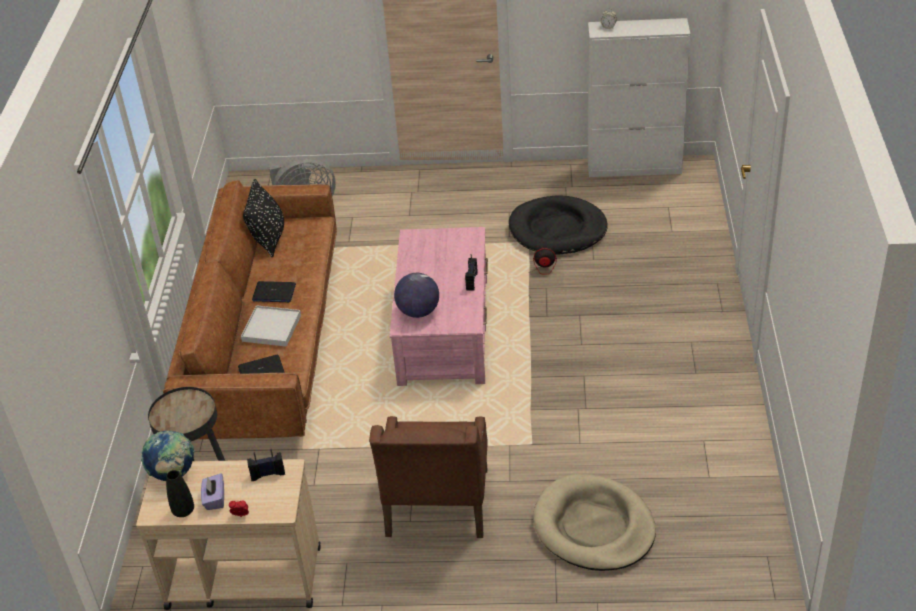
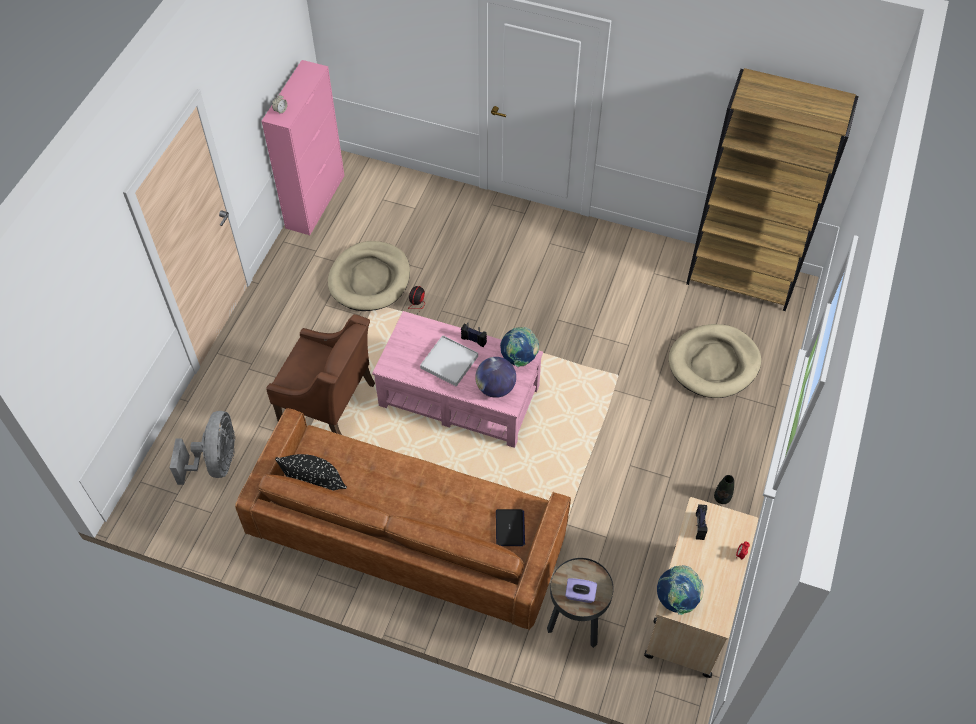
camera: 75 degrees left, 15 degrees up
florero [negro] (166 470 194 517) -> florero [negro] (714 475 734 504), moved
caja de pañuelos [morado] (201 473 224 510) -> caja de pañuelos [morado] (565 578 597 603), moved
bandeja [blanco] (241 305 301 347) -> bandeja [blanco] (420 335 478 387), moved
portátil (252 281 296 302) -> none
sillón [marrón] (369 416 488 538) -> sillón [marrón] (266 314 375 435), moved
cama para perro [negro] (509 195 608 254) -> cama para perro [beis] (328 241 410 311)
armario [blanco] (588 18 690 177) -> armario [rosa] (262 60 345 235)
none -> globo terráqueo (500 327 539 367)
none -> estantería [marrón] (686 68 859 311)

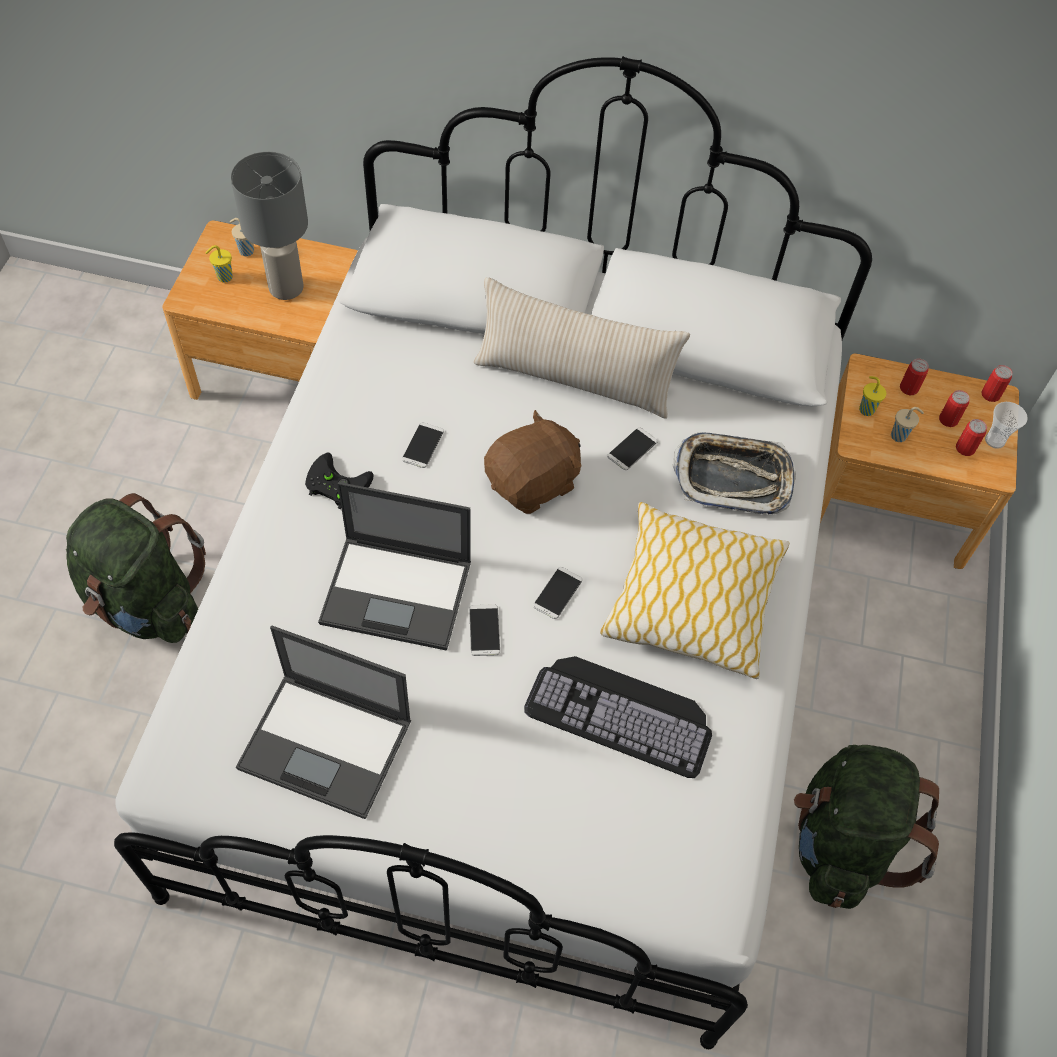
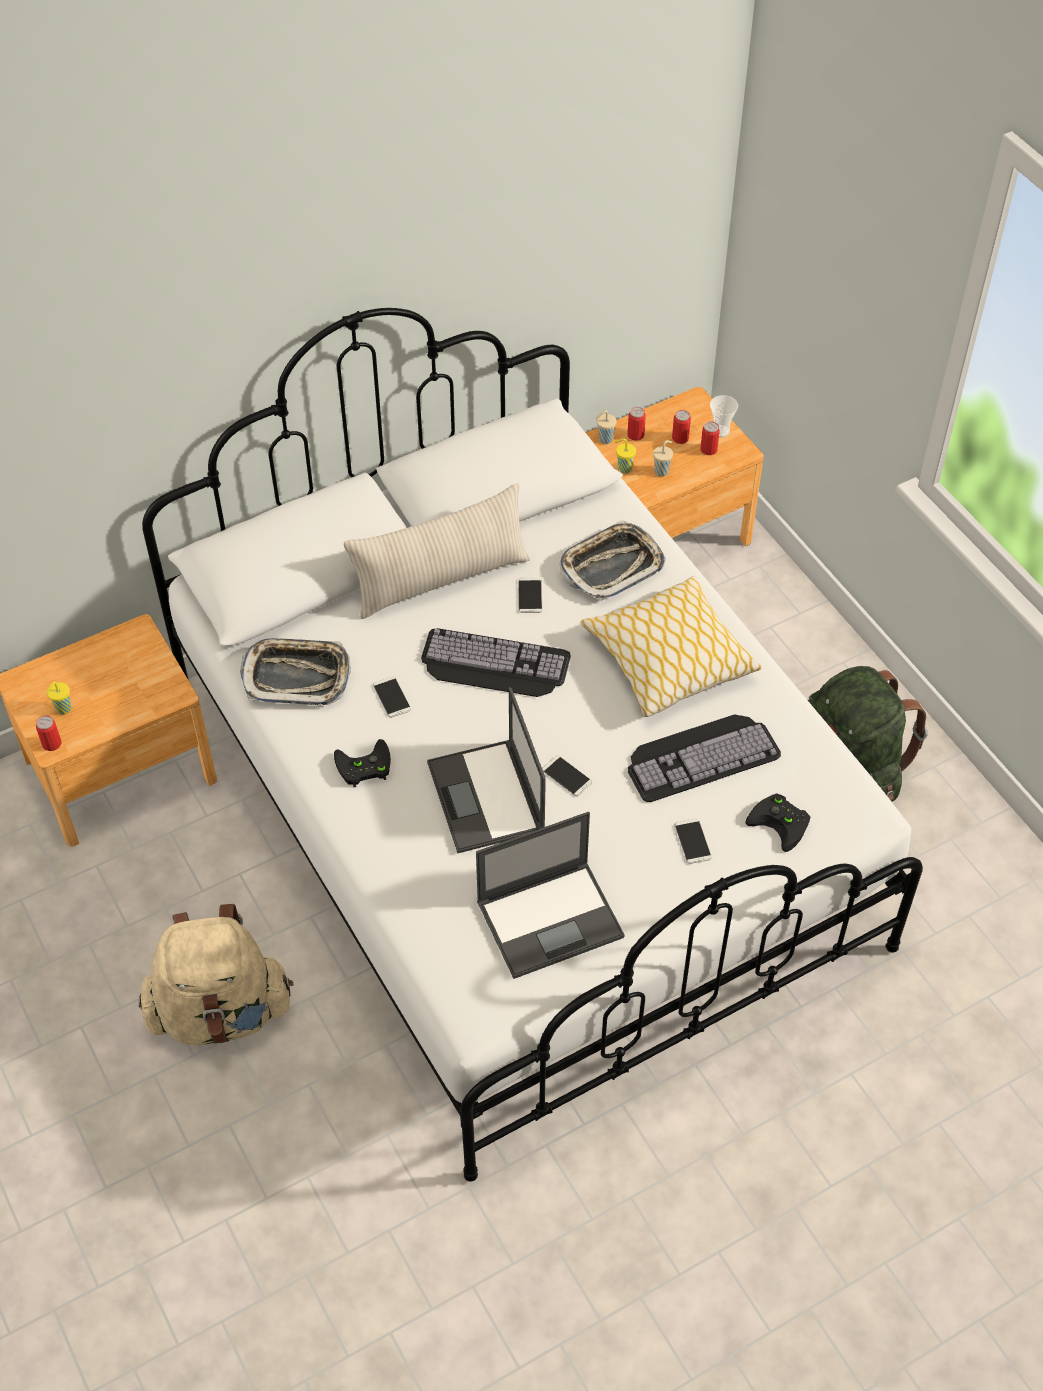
camera: 40 degrees left, 5 degrees down
mochila [verde] (66 493 206 643) -> mochila [beis] (138 904 293 1045)
taza [beis] (230 218 254 256) -> taza [beis] (596 410 617 444), moved
lámpara de mesa [gris] (231 152 308 300) -> none
portátil (318 482 471 650) -> portátil (427 687 546 853), 105 degrees clockwise
peluche [marrón] (484 410 582 514) -> teclado (421 628 571 697)
móvil (533 567 583 619) -> móvil (675 819 712 864), moved
lata (981 365 1013 402) -> lata (36 715 62 751), moved
none -> bandeja (240 638 351 705)
none -> mando de consola [negro] (745 794 811 852)

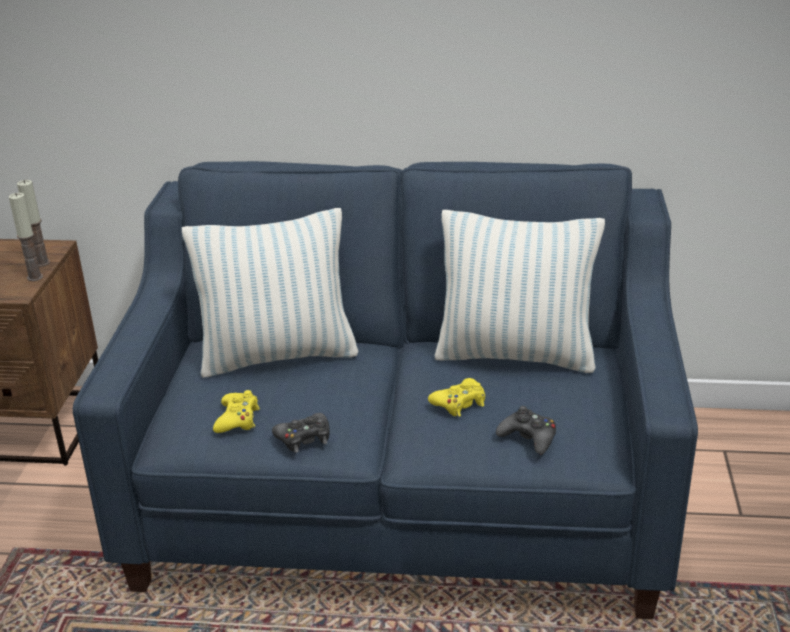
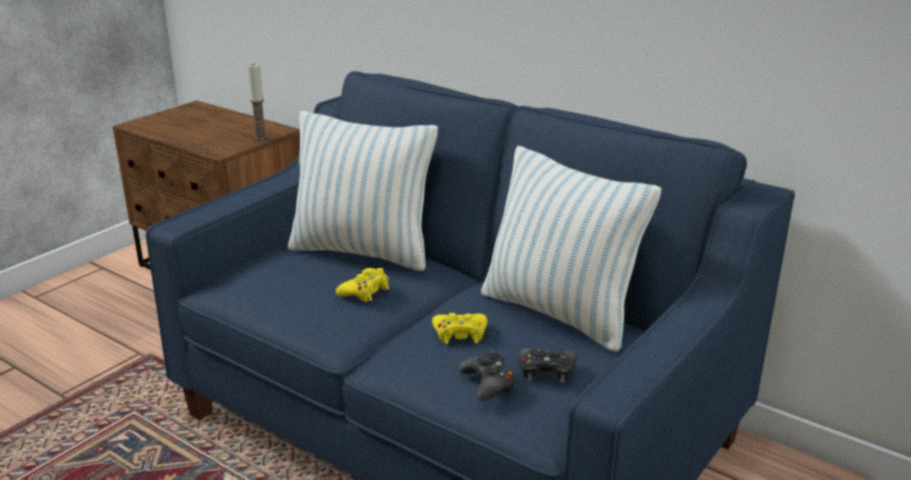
camera: 30 degrees right, 5 degrees down
vela (9 193 43 281) -> none
mando de consola [amarillo] (213 390 260 433) -> mando de consola [amarillo] (336 268 389 302), moved
mando de consola [negro] (272 413 329 453) -> mando de consola [negro] (517 348 577 383), moved

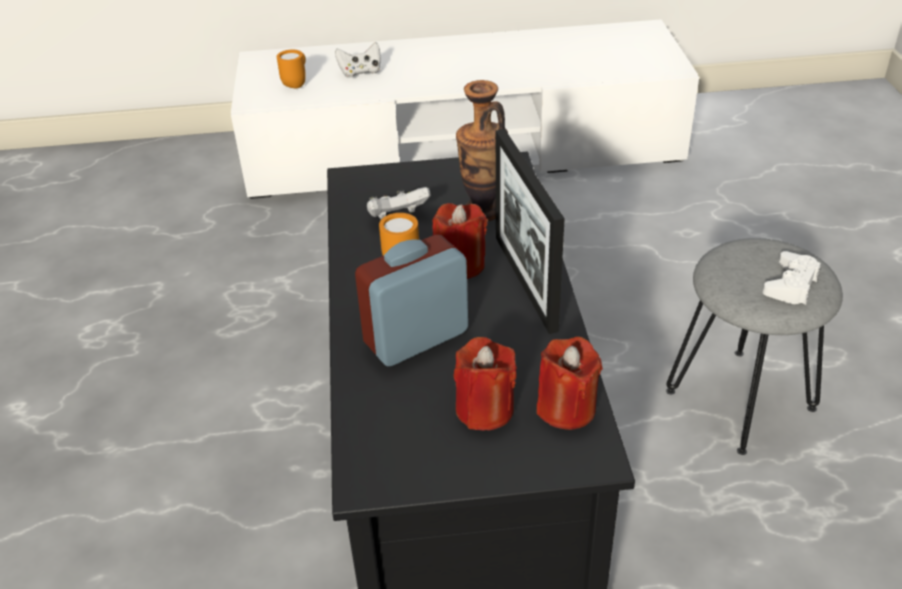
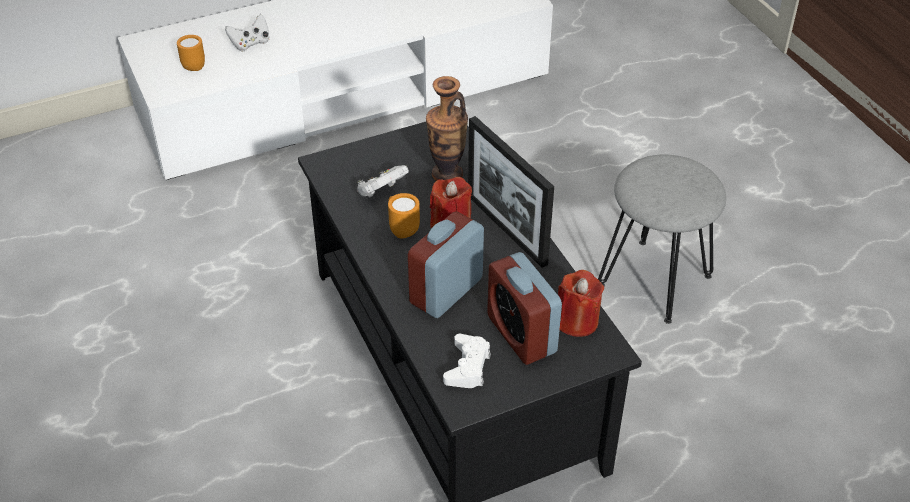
camera: 20 degrees left, 5 degrees up
vela [rojo] (454 337 517 431) -> despertador (487 252 562 365)
mando de consola [blanco] (762 251 821 305) -> mando de consola [blanco] (443 334 491 388), moved

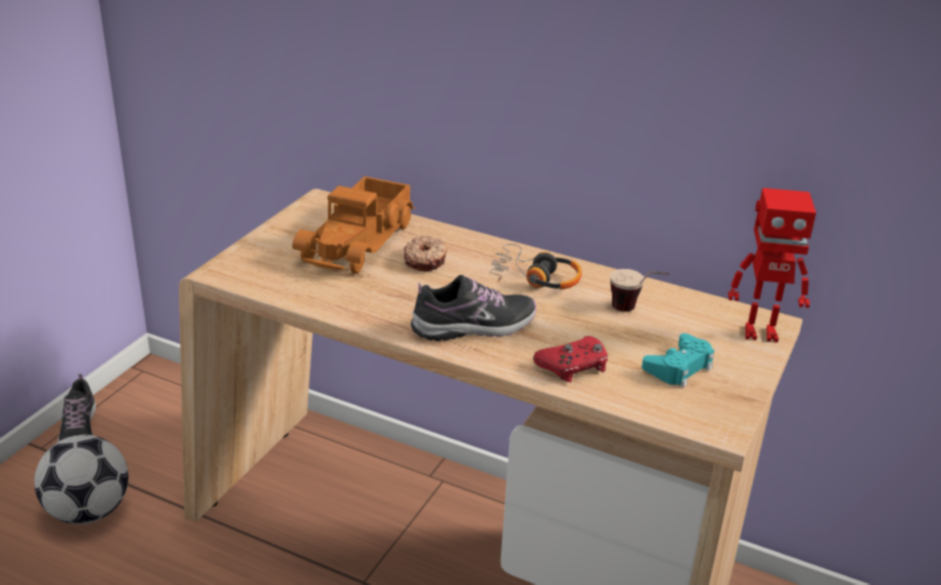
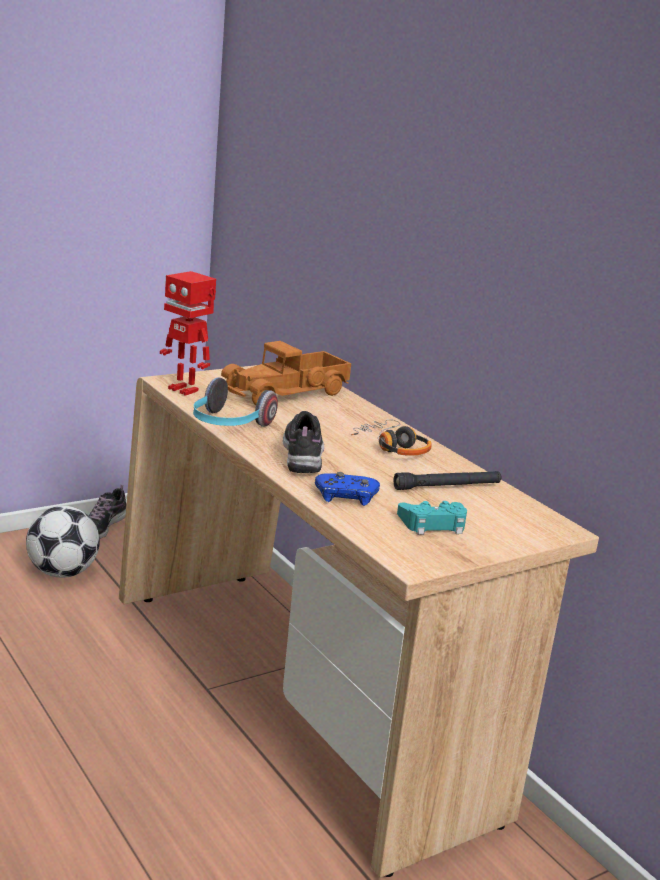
camera: 30 degrees right, 10 degrees down
rosquilla (404 236 447 271) -> none
zapato (411 275 536 341) -> zapato (283 411 324 473), 105 degrees counterclockwise
mando de consola [rojo] (533 336 608 382) -> mando de consola [azul] (315 472 380 506)
taza (610 269 670 312) -> linterna [negro] (394 471 501 490)
robot de juguete (728 188 816 342) -> robot de juguete (160 271 216 396), moved
none -> auriculares (193 377 278 427)

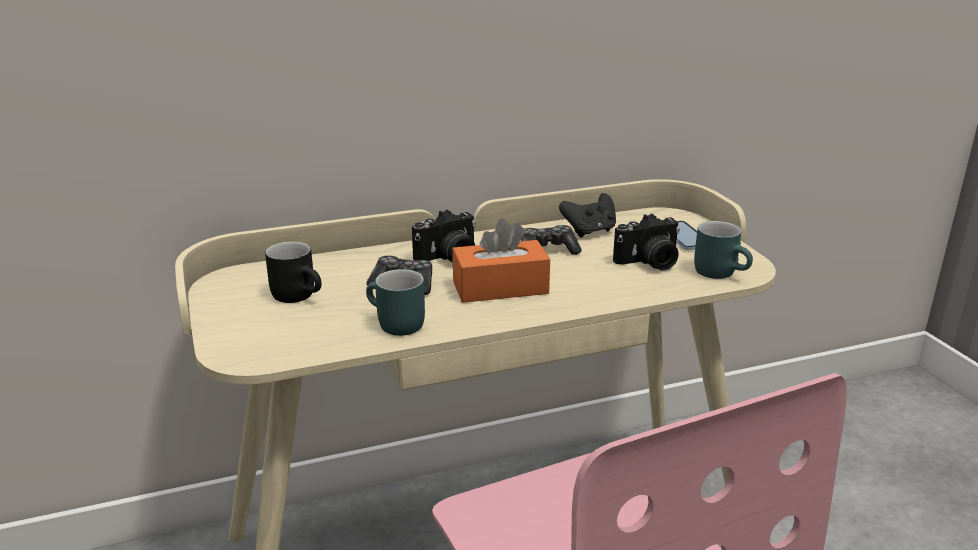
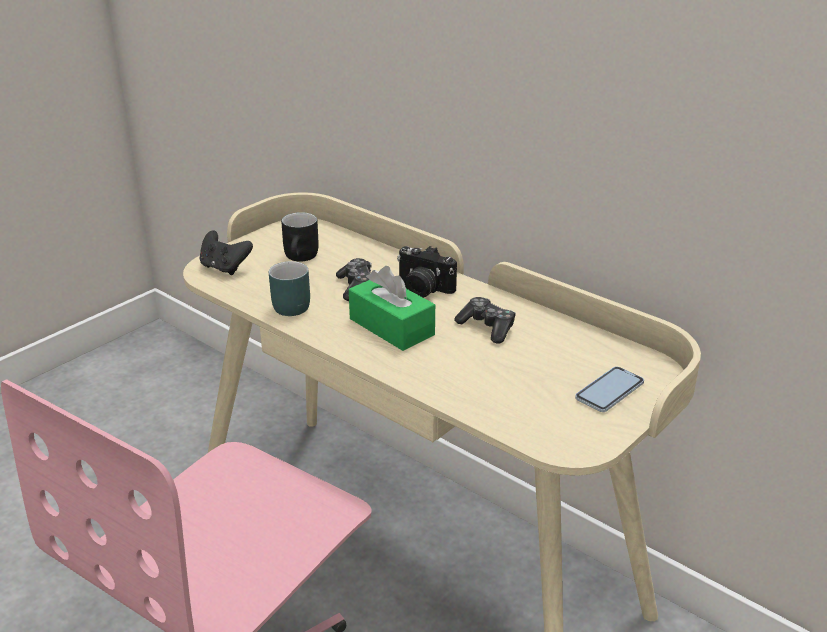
camera: 60 degrees right, 5 degrees up
caja de pañuelos [naranja] (452 219 550 303) -> caja de pañuelos [verde] (349 266 435 351)
mando de consola [negro] (559 193 616 238) -> mando de consola [negro] (199 230 253 275), moved
cámara (613 214 680 270) -> none
taza grande [turquesa] (694 221 753 279) -> none

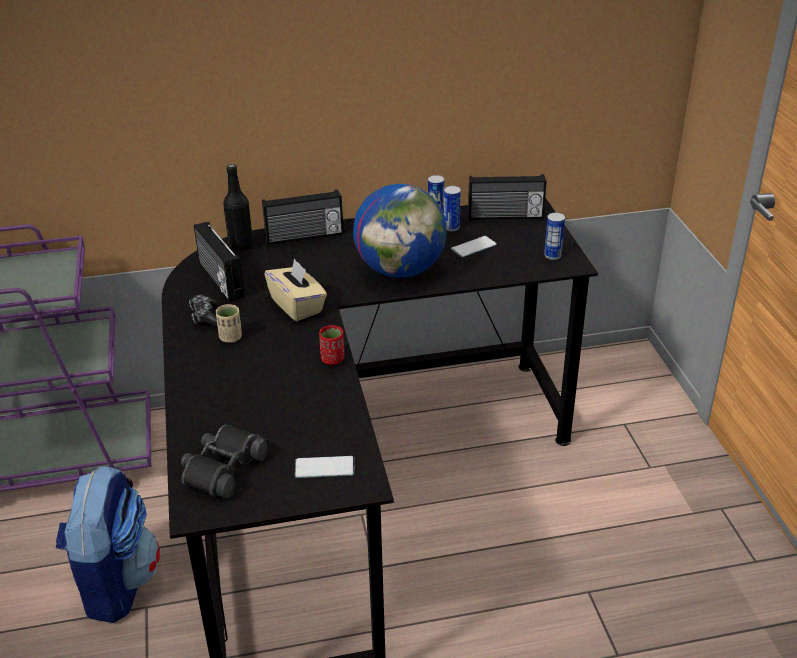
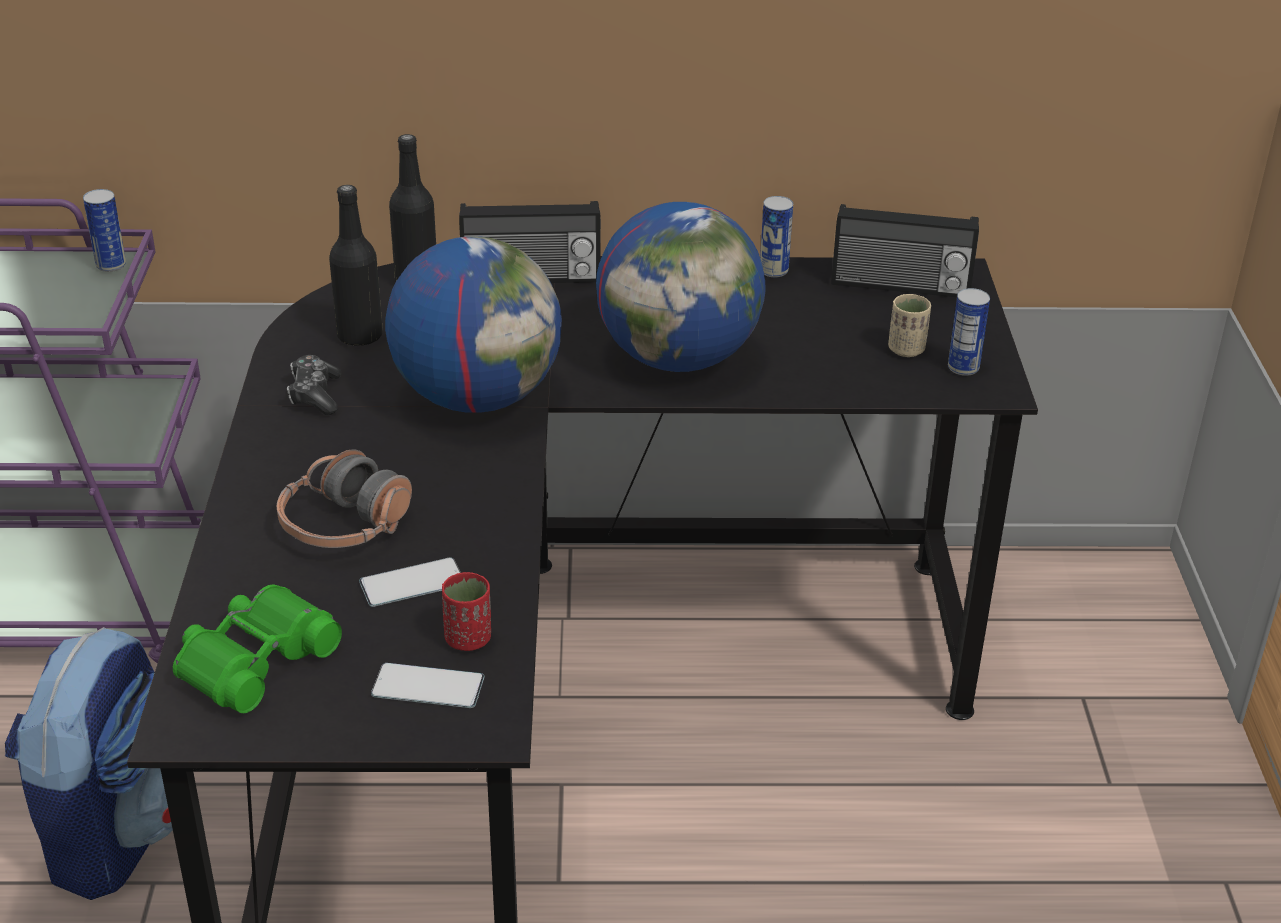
camera: 10 degrees right, 0 degrees up
prismáticos [negro] (181 424 269 498) -> prismáticos [verde] (173 584 342 713)
radio (194 221 245 302) -> botella [negro] (329 185 383 346)
taza [beis] (216 304 242 343) -> taza [beis] (888 294 931 357), moved
caja de pañuelos [beis] (265 258 327 321) -> globo terráqueo (385 236 562 413)
taza [rojo] (319 325 344 365) -> taza [rojo] (442 572 491 651), moved
lata (444 186 461 231) -> lata (83 189 126 272), moved
móvil (451 236 497 257) -> móvil (359 557 461 607), moved
none -> auriculares (277 449 412 548)

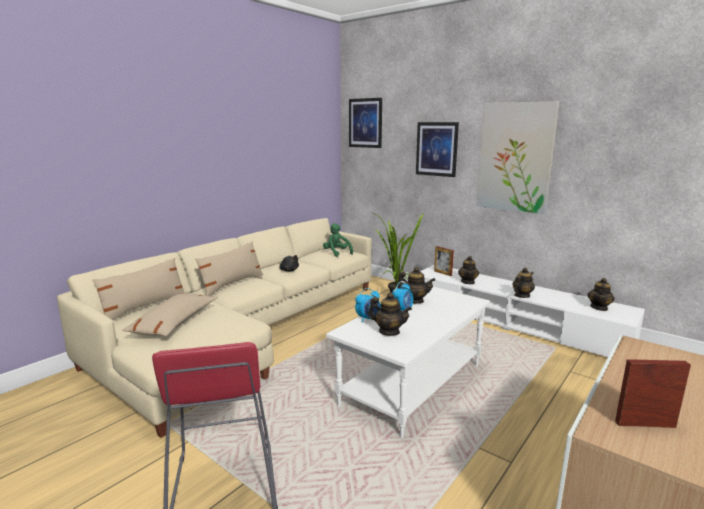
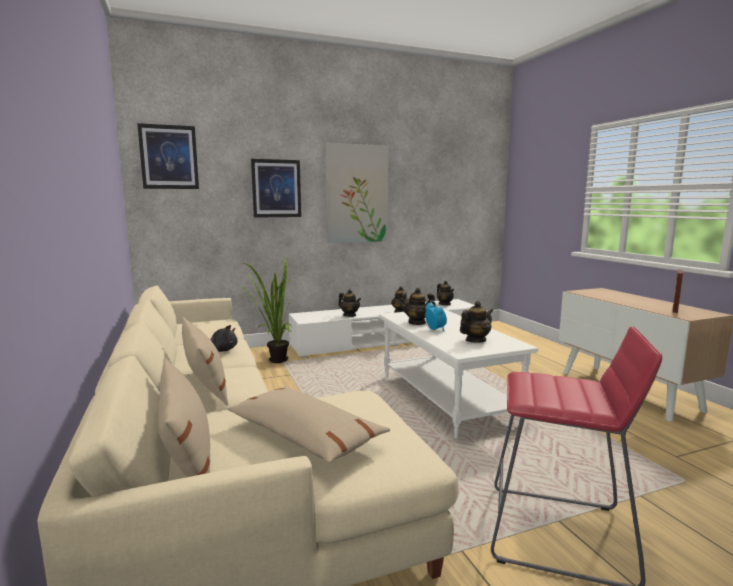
camera: 60 degrees left, 5 degrees down
peluche [verde] (323 223 353 257) -> none
despertador (355 288 381 322) -> none
tetera (396 267 435 304) -> tetera (399 288 436 325), 150 degrees counterclockwise
portarretratos (434 246 454 276) -> none

